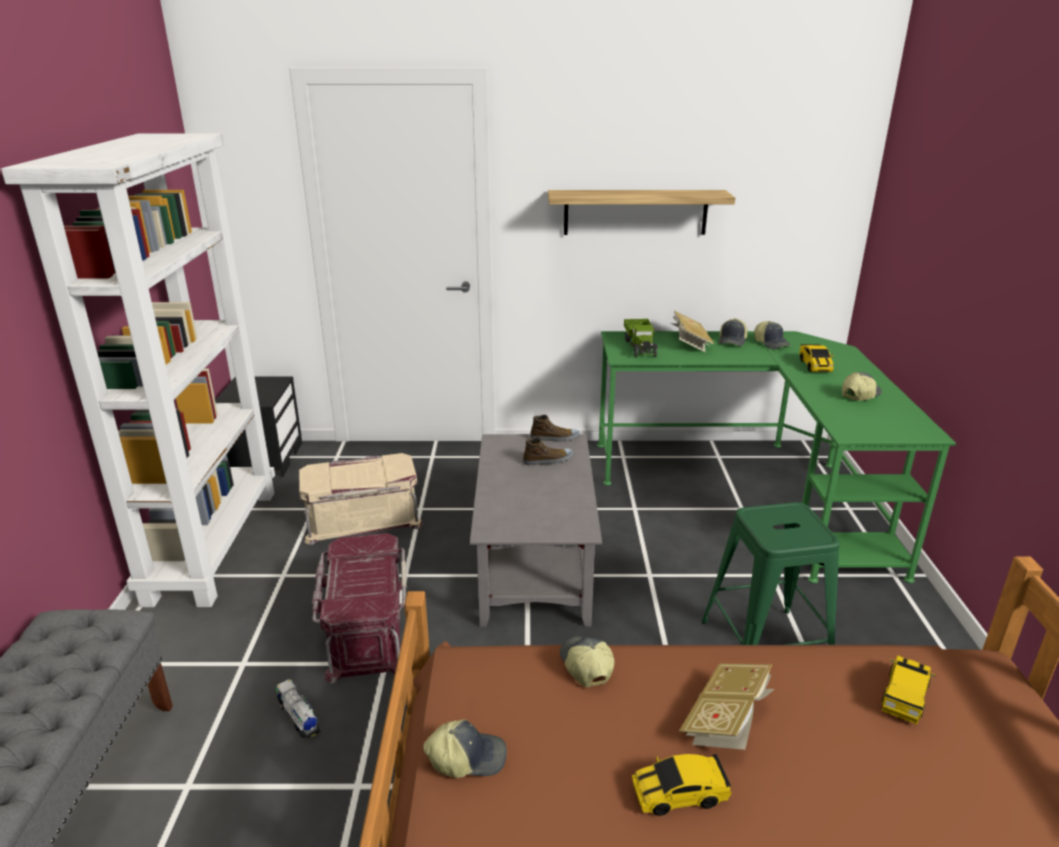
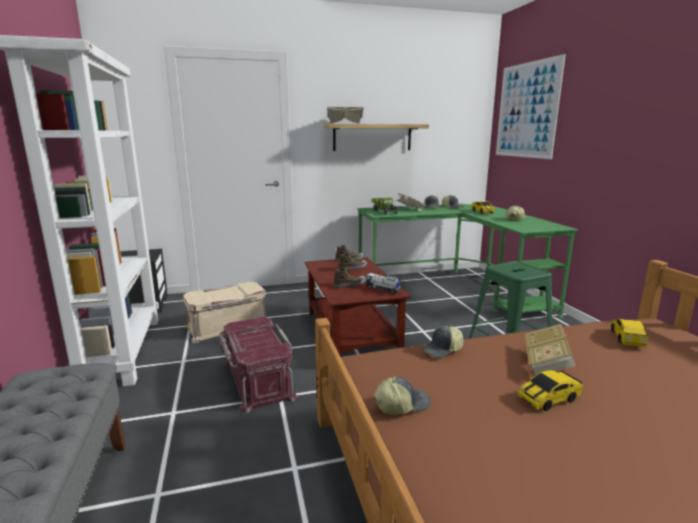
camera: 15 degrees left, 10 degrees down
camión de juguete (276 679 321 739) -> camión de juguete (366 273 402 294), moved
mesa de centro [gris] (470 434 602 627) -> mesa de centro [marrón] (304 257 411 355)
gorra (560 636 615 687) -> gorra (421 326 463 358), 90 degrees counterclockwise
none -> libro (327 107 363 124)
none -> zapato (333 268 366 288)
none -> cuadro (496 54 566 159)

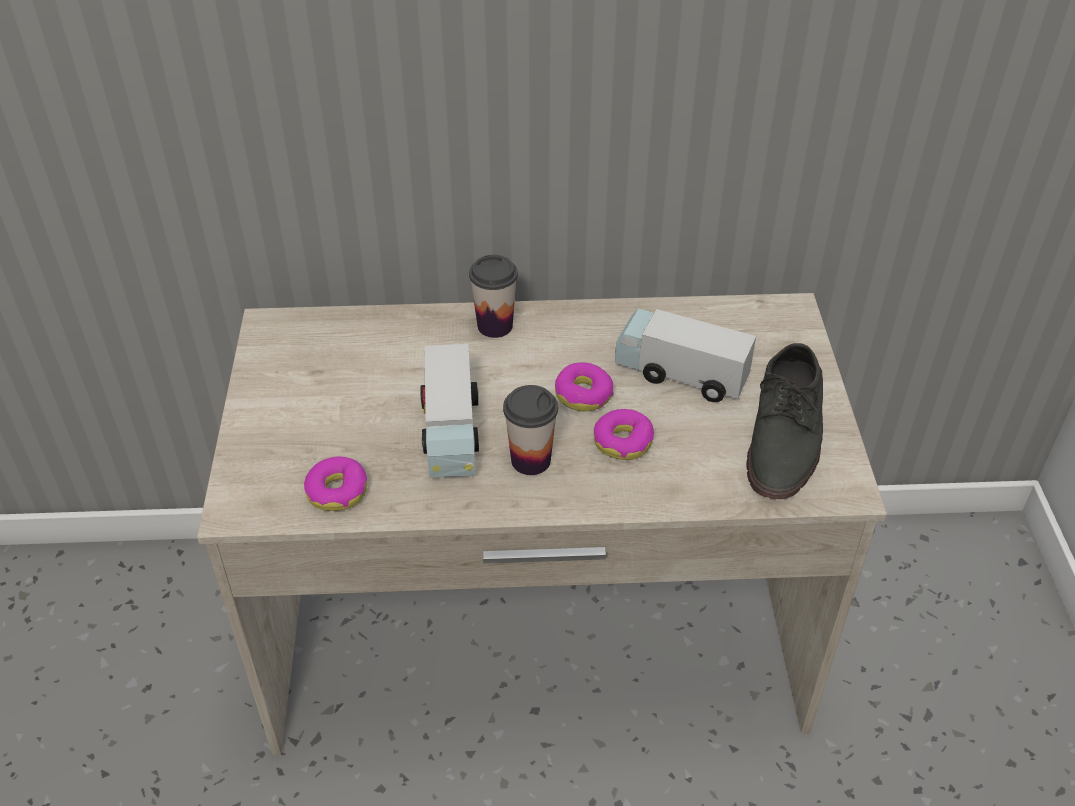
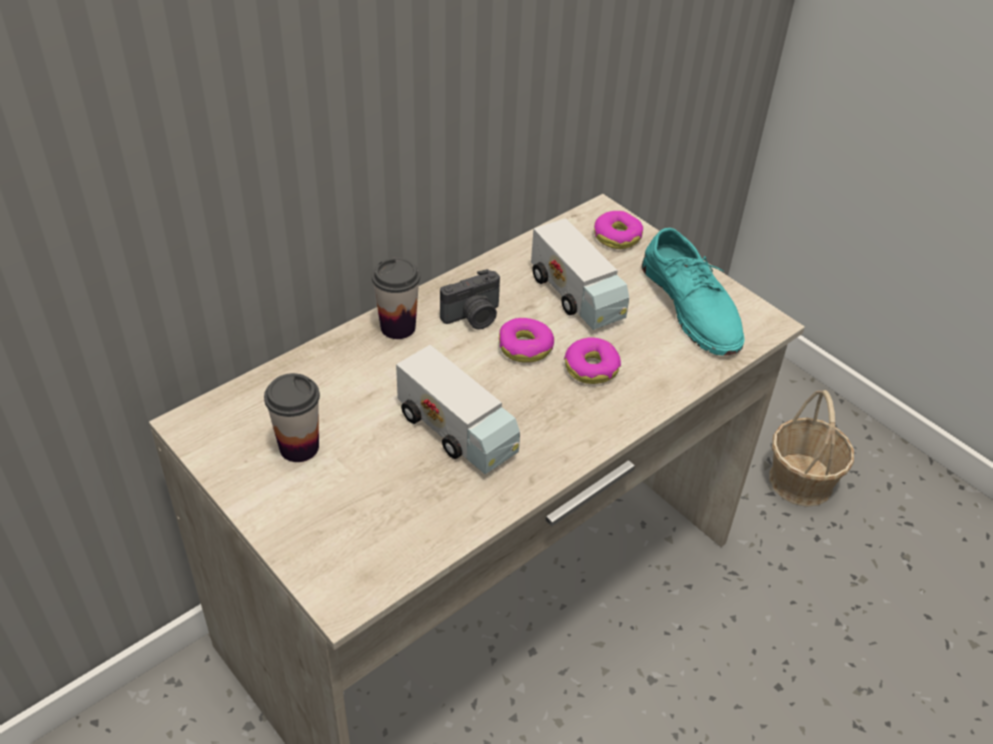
camera: 40 degrees left, 0 degrees up
rosquilla (304 456 367 511) -> rosquilla (594 211 643 249), moved
taza (503 385 558 475) -> taza (264 373 320 462), moved
camión de juguete (615 308 756 402) -> camión de juguete (531 218 629 330), 105 degrees counterclockwise
zapato [gris] (747 343 823 499) -> zapato [turquesa] (642 228 744 355)
none -> cámara (440 269 500 330)
none -> cesta (769 390 854 507)

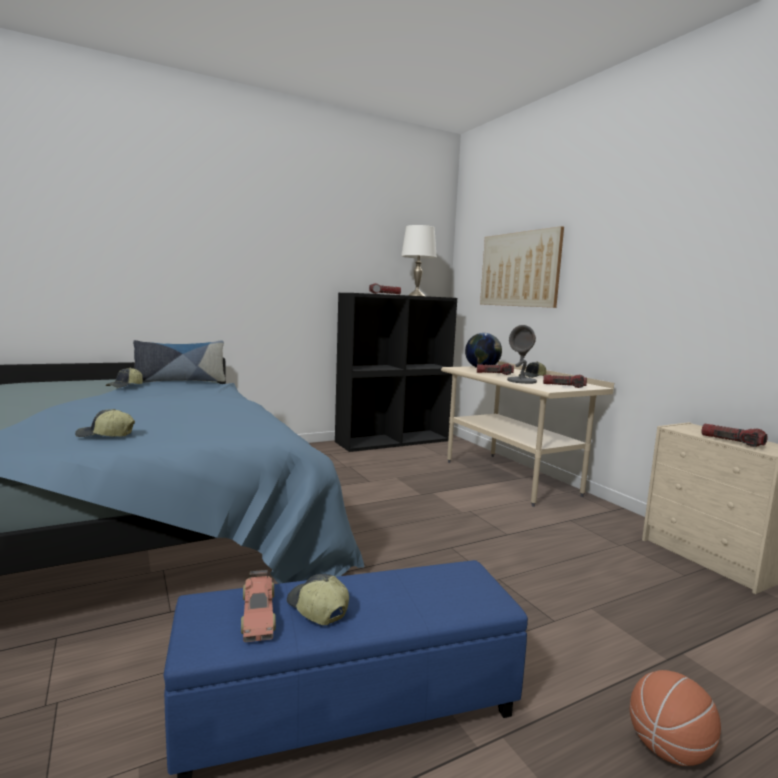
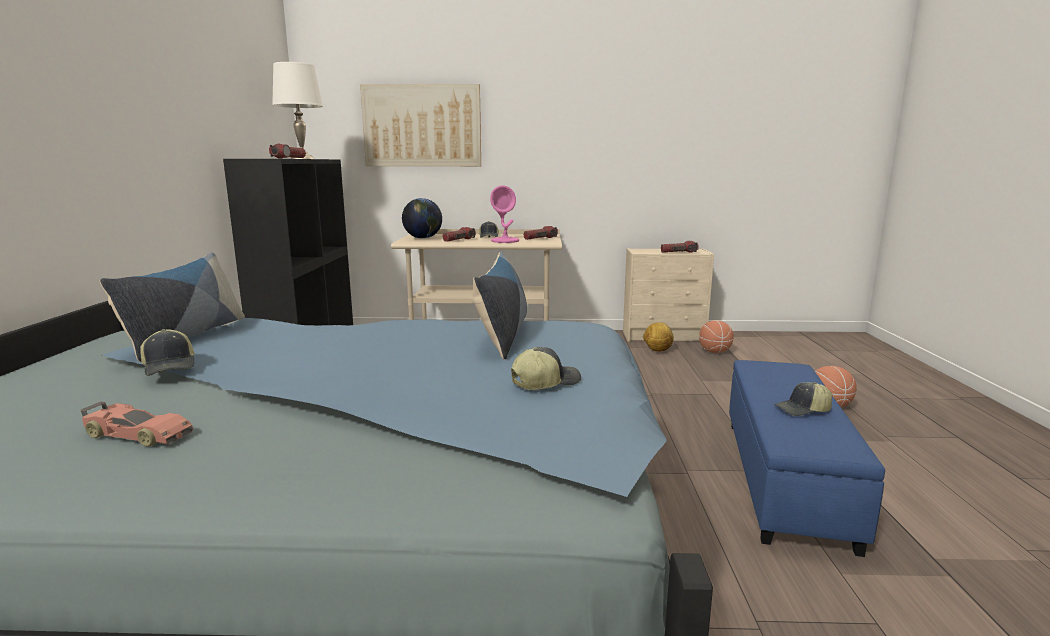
camera: 60 degrees left, 5 degrees up
gorra (75 409 135 437) -> gorra (511 347 581 390), 150 degrees counterclockwise
coche de juguete (241 570 276 642) -> coche de juguete (80 401 193 447), moved
lámpara de mesa [gris] (507 325 537 384) -> lámpara de mesa [rosa] (490 185 519 243)
none -> cojín (472 252 527 359)
none -> balón de fútbol (643 322 674 352)
none -> balón de baloncesto (699 320 734 353)

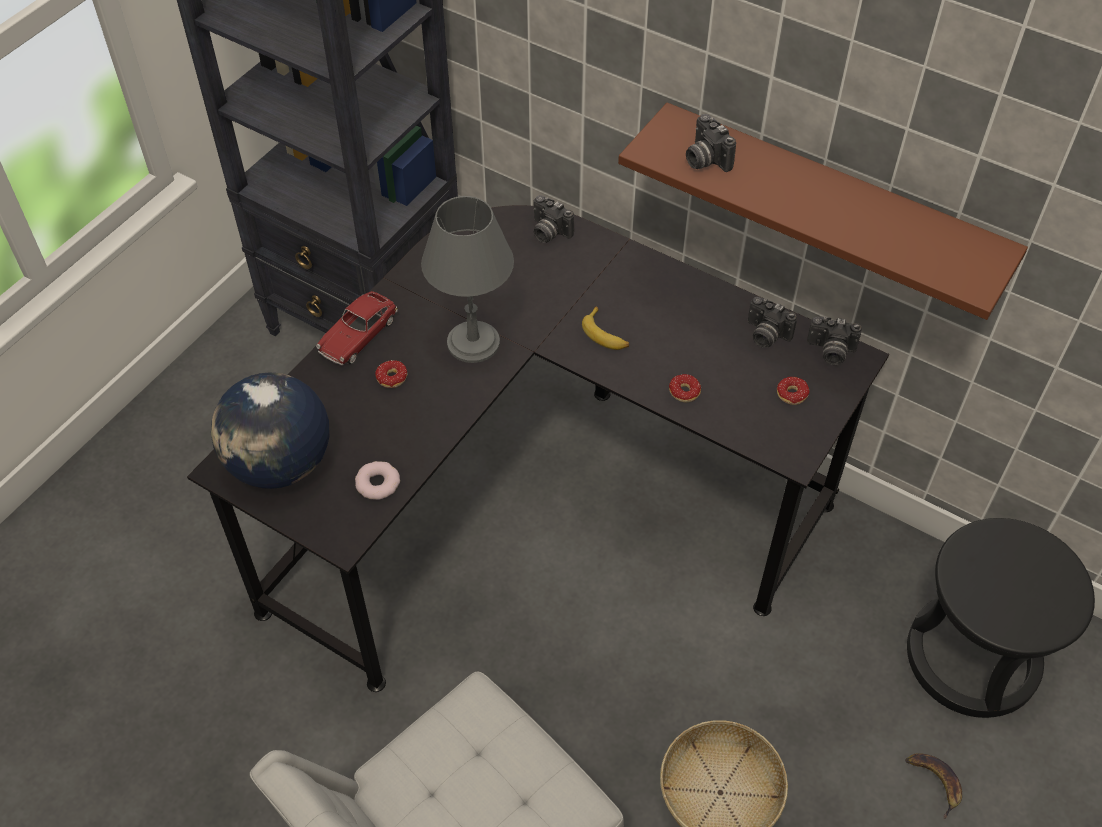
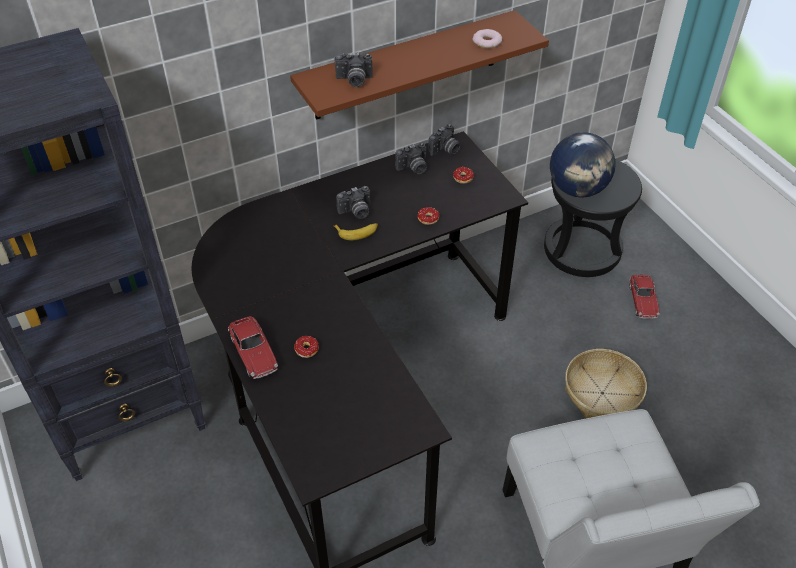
camera: 60 degrees left, 5 degrees down
globo terráqueo (211 373 330 489) -> globo terráqueo (550 132 616 197), moved
rosquilla (355 461 400 500) -> rosquilla (473 29 502 48), moved
lámpara de mesa [gris] (421 196 514 363) -> none
cámara (533 195 574 243) -> cámara (336 186 370 219), moved
plátano (905 753 962 820) -> coche de juguete (629 275 660 319)

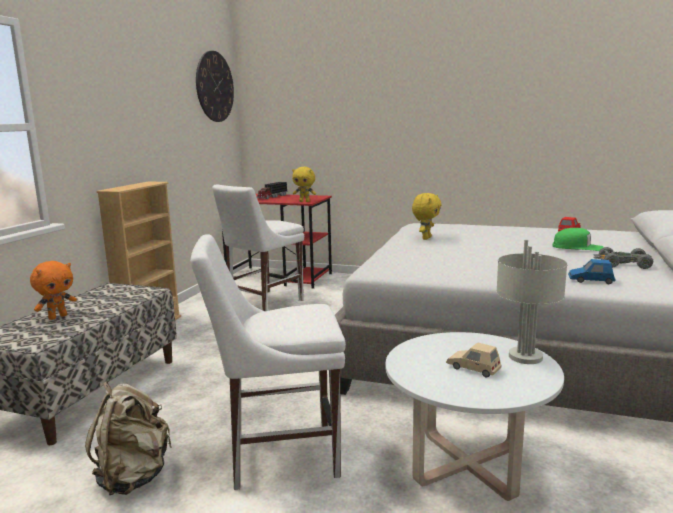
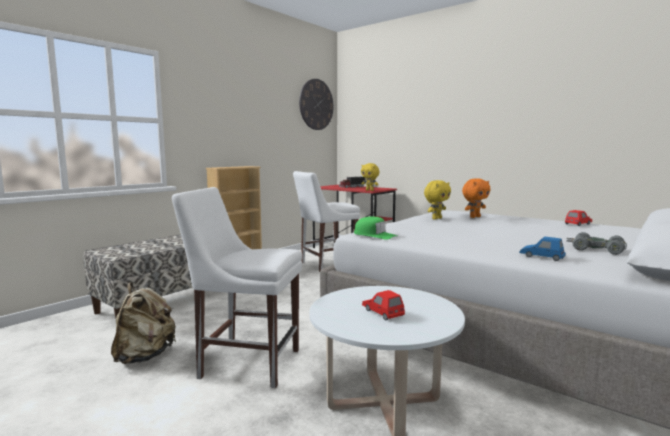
camera: 20 degrees right, 5 degrees down
peluche [naranja] (30 261 77 320) -> peluche [naranja] (462 178 491 218), moved
coche de juguete [beis] (446 342 501 378) -> coche de juguete [rojo] (362 290 405 320)
lámpara de mesa [gris] (496 240 568 364) -> none
gorra [verde] (552 228 604 251) -> gorra [verde] (354 216 397 240), moved

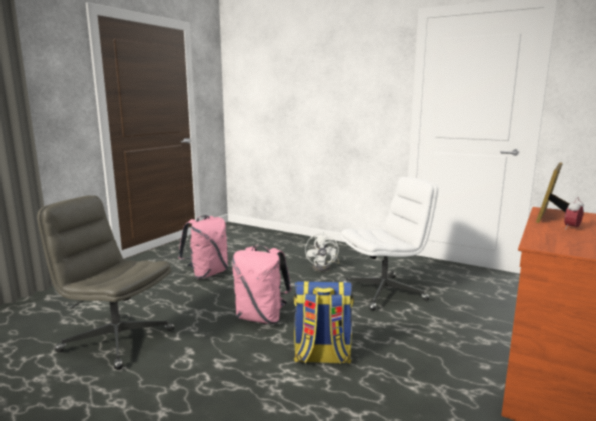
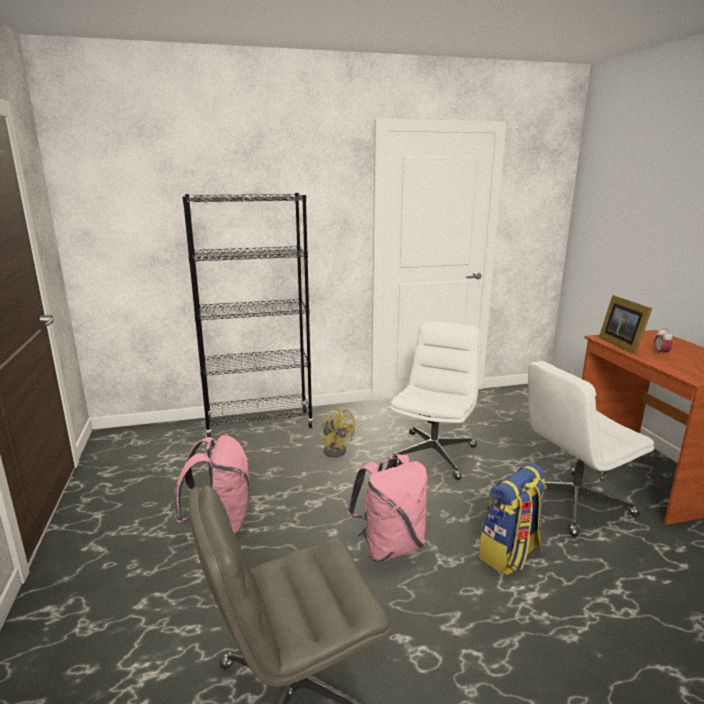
camera: 45 degrees left, 5 degrees up
ventilador [blanco] (305 232 340 272) -> ventilador [amarillo] (321 408 355 458)
none -> estantería [negro] (182 193 313 437)
none -> silla de oficina [blanco] (528 361 654 537)

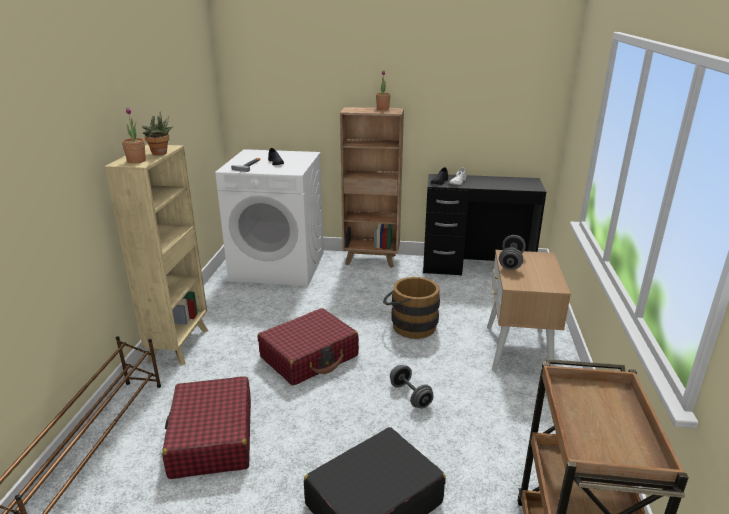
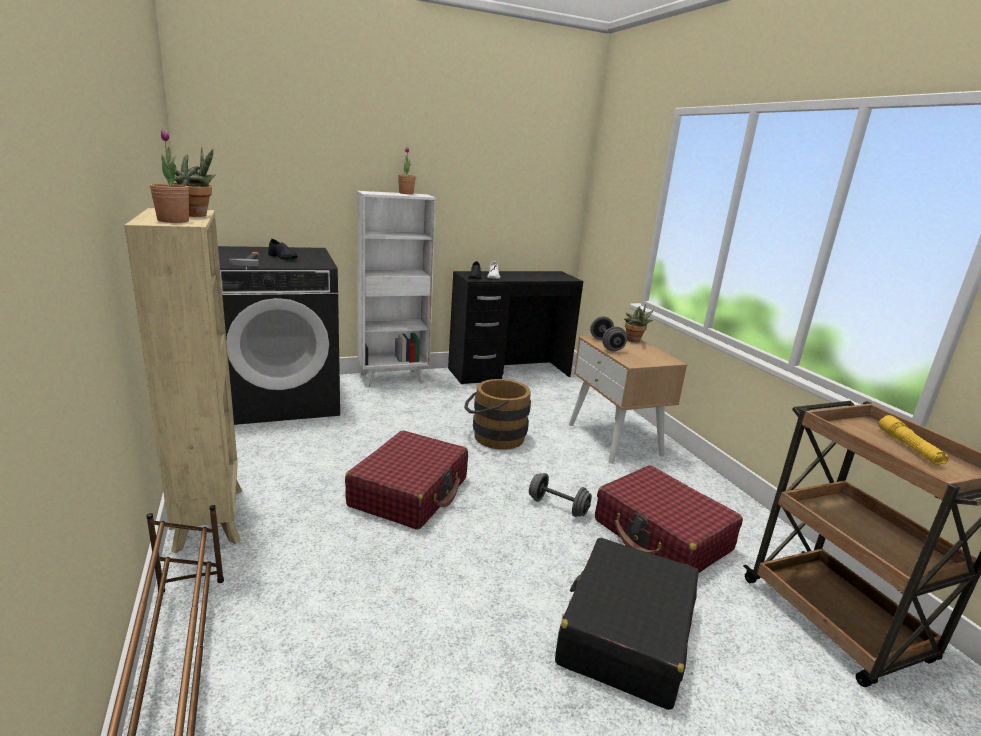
camera: 30 degrees left, 5 degrees down
maleta [rojo] (162 376 251 479) -> maleta [rojo] (595 465 743 573), moved
lavadora [blanco] (215 149 324 286) -> lavadora [negro] (218 246 340 425)
estantería [marrón] (340 107 404 268) -> estantería [blanco] (357 191 437 387)
none -> planta en maceta (624 304 654 342)
none -> linterna [amarillo] (879 415 949 465)

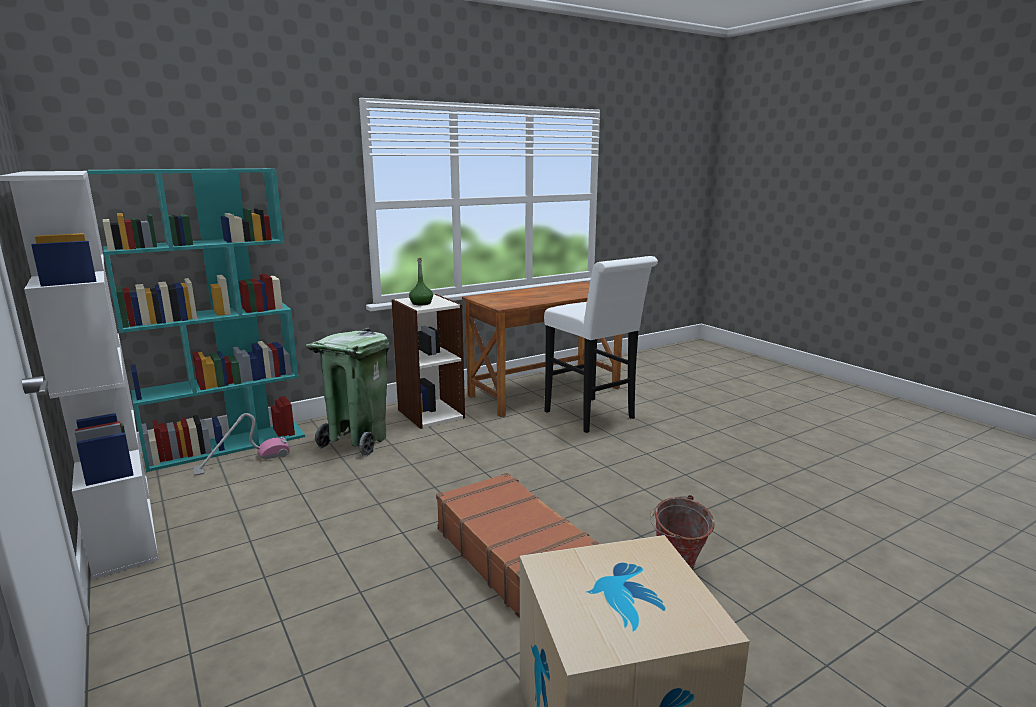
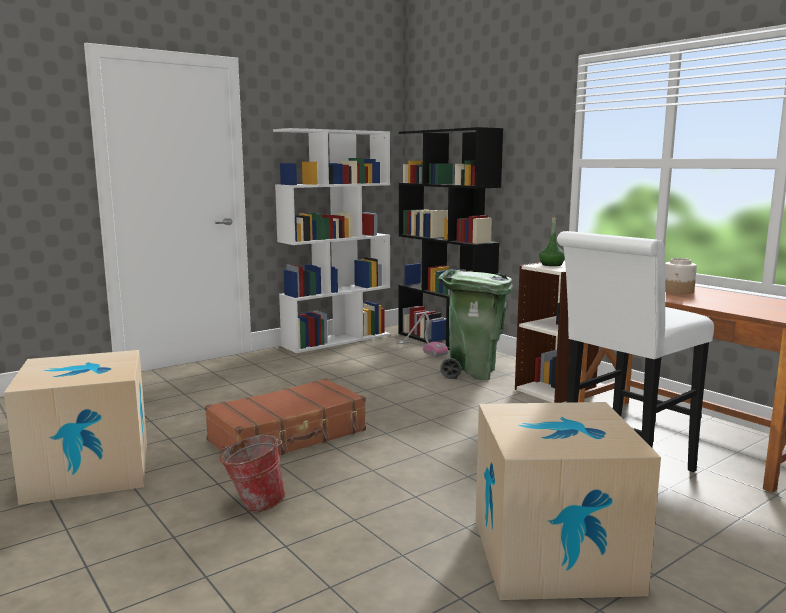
camera: 85 degrees right, 5 degrees down
estantería [turquesa] (88 168 305 472) -> estantería [negro] (398 127 503 350)
none -> caja de cartón (476 402 661 600)
none -> tarro (665 258 697 294)

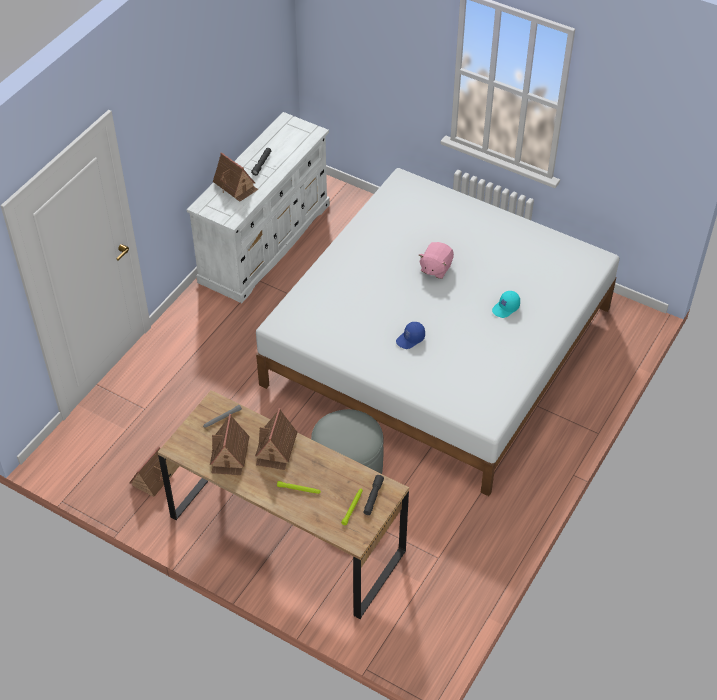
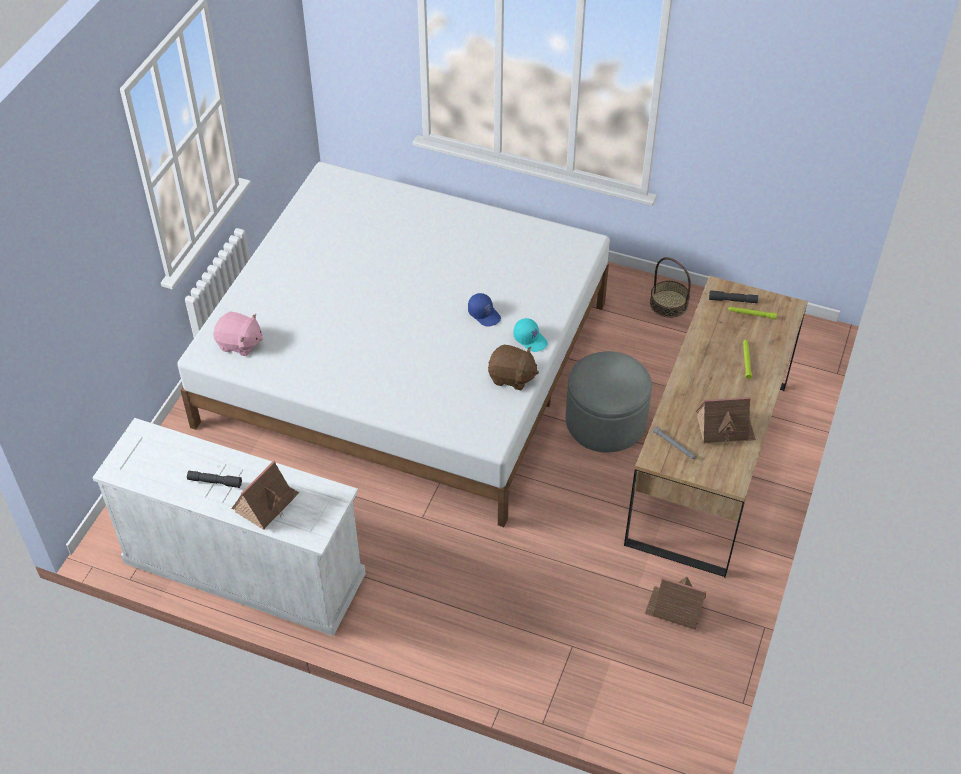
camera: 100 degrees left, 0 degrees up
casita (255 408 298 470) -> none
peluche [rosa] (419 242 454 279) -> peluche [rosa] (213 312 263 356), moved
gorra [turquesa] (492 291 520 318) -> gorra [turquesa] (514 318 548 352), moved
none -> peluche [marrón] (488 345 539 390)
none -> cesta (650 257 691 318)

